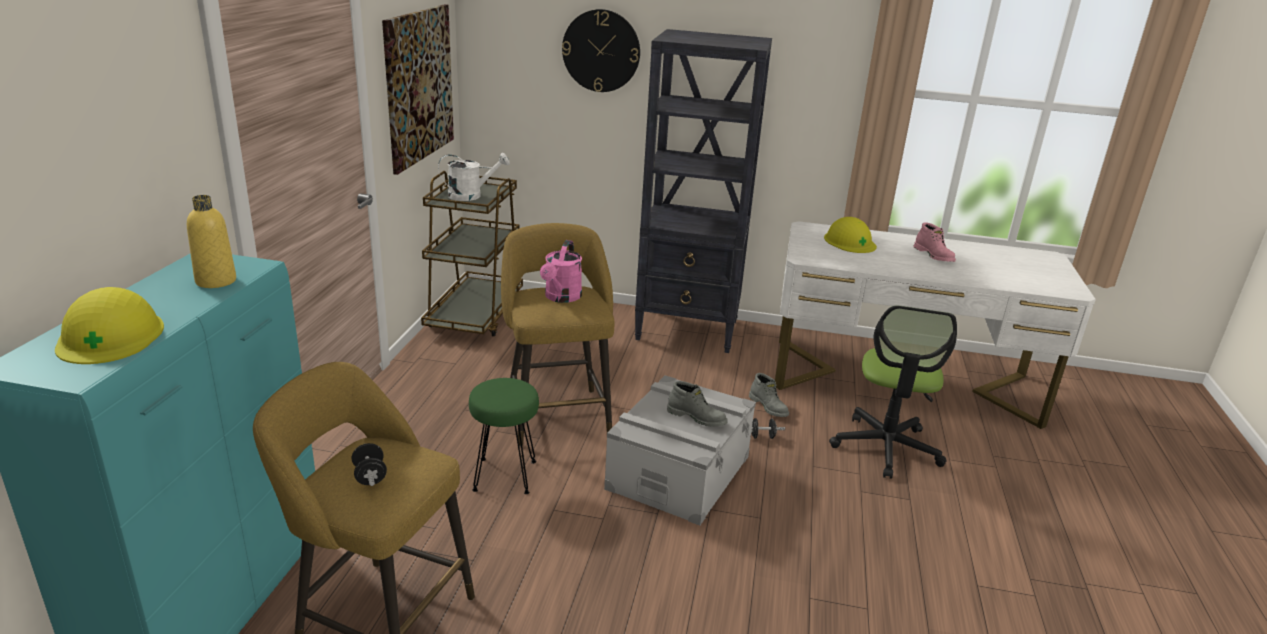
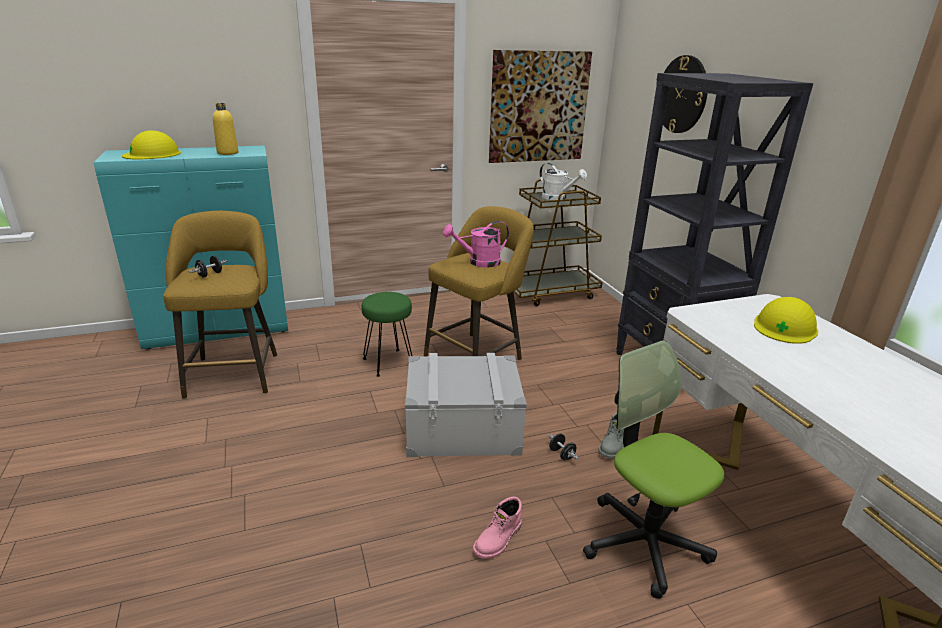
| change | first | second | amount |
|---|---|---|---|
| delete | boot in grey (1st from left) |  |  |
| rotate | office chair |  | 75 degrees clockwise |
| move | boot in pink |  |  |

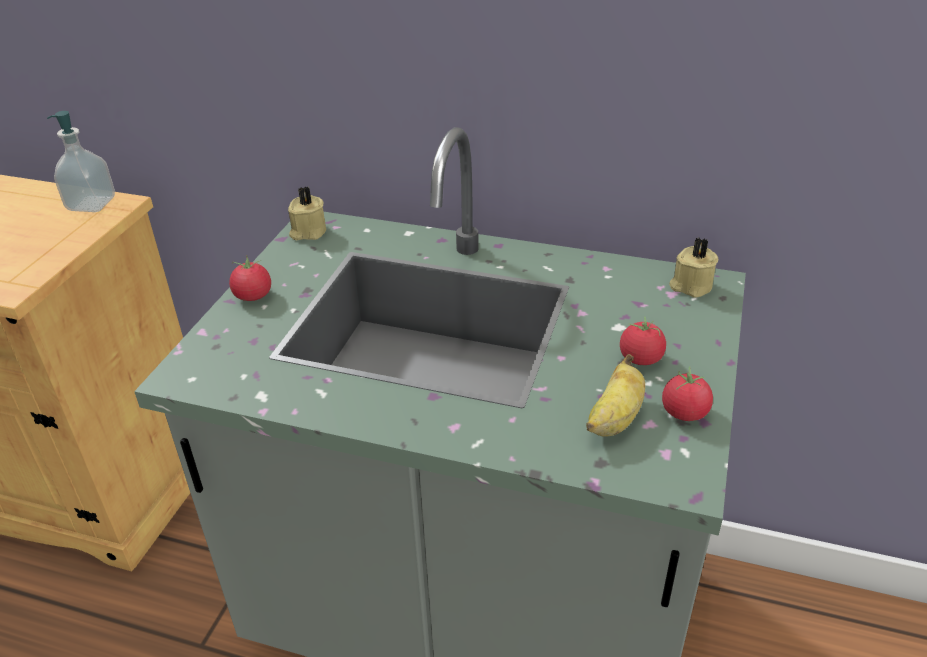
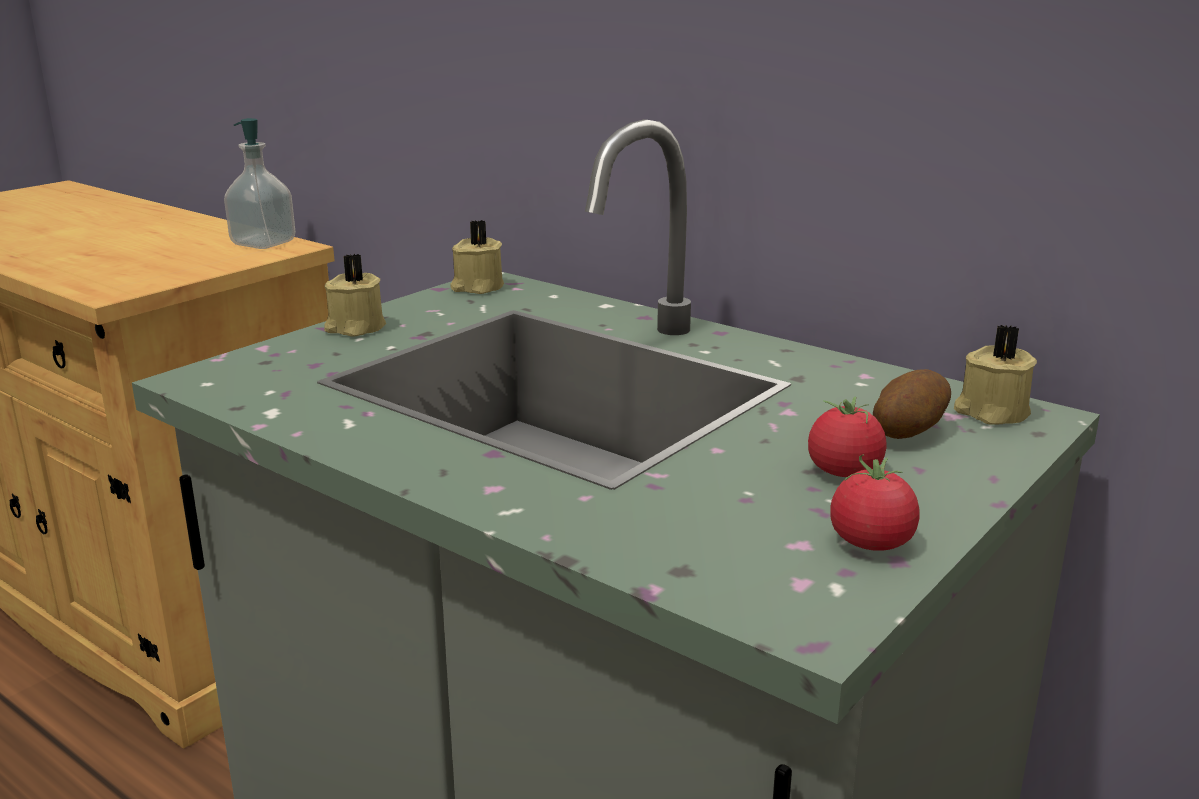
| change | first | second | amount |
|---|---|---|---|
| replace | tomato (1st from left) | candle in beige (1st from left) |  |
| delete | banana |  |  |
| insert |  | potato |  |

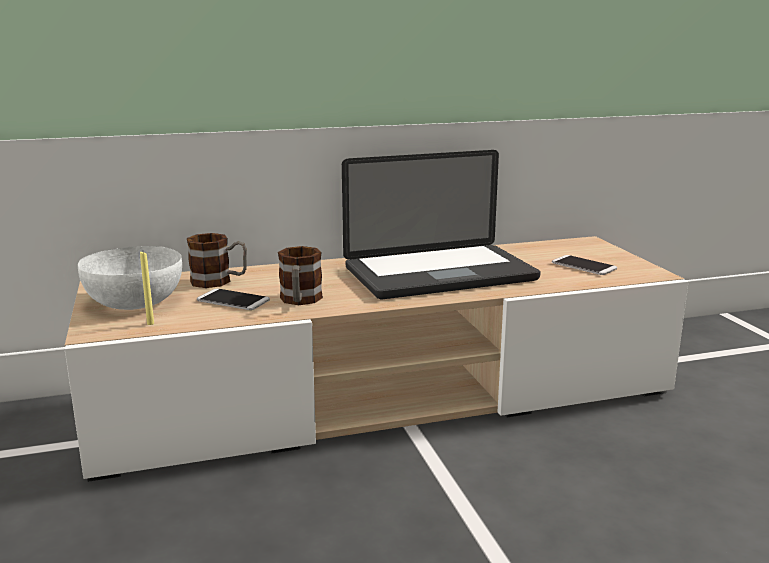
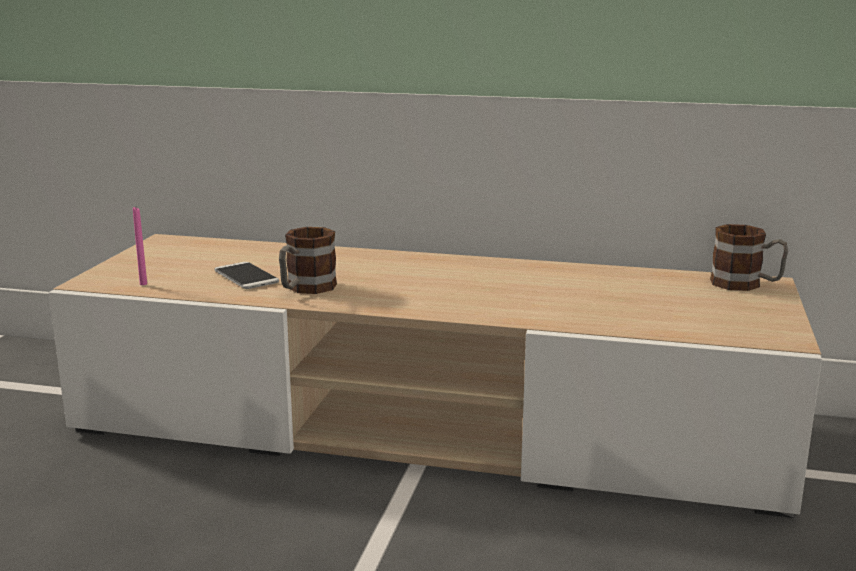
| change | first | second | amount |
|---|---|---|---|
| delete | bowl in white |  |  |
| recolor | candle in yellow | candle in pink |  |
| move | mug (1st from left in the first image) | mug (2nd from left) |  |
| delete | laptop |  |  |
| delete | phone (2nd from left) |  |  |

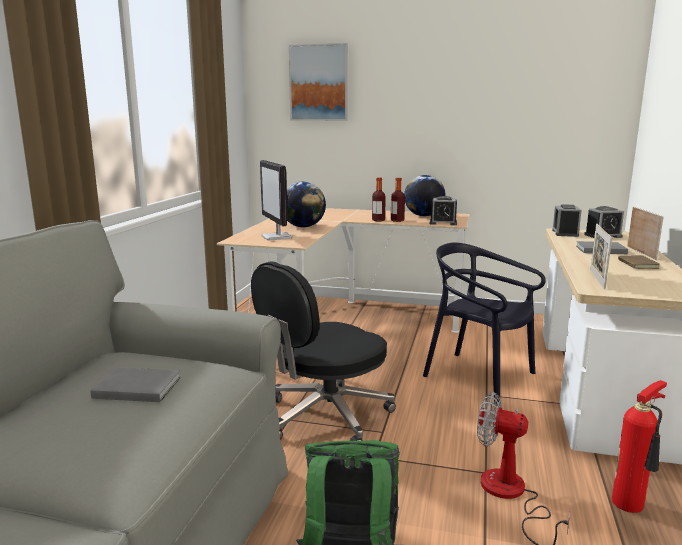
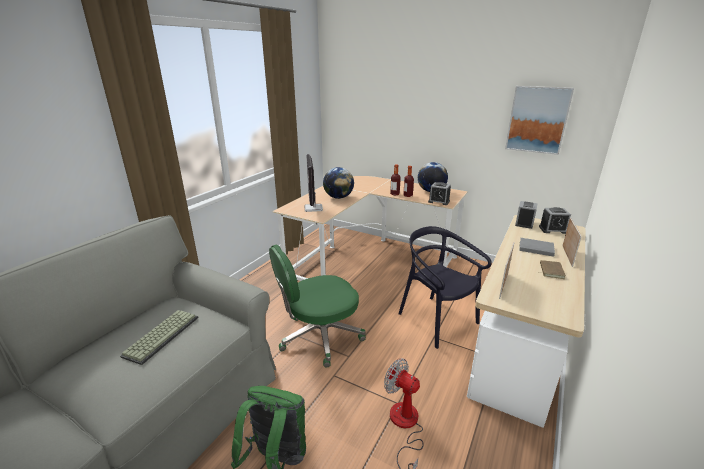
| change | first | second | amount |
|---|---|---|---|
| replace | book in grey (1st from left) | keyboard |  |
| recolor | office chair in black | office chair in green |  |
| move | picture |  |  |
| delete | fire extinguisher |  |  |

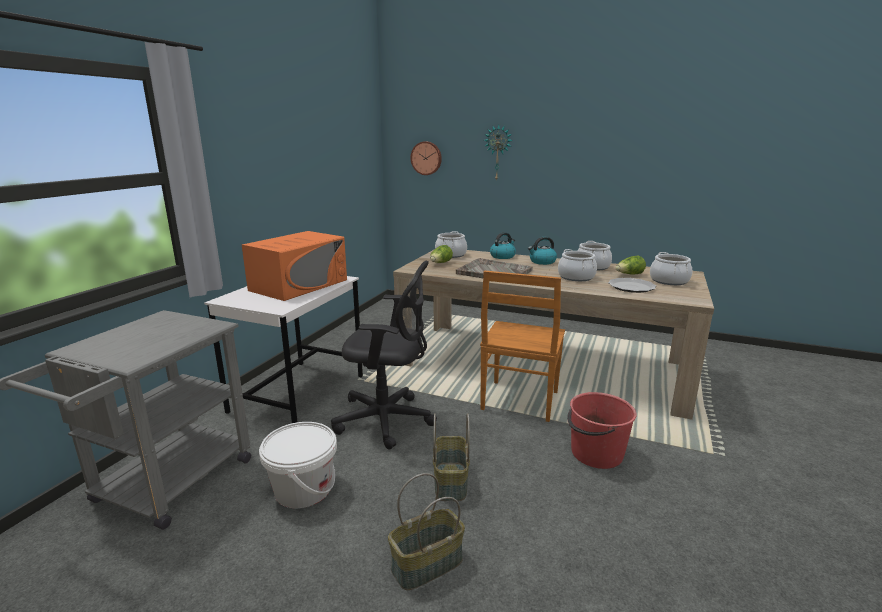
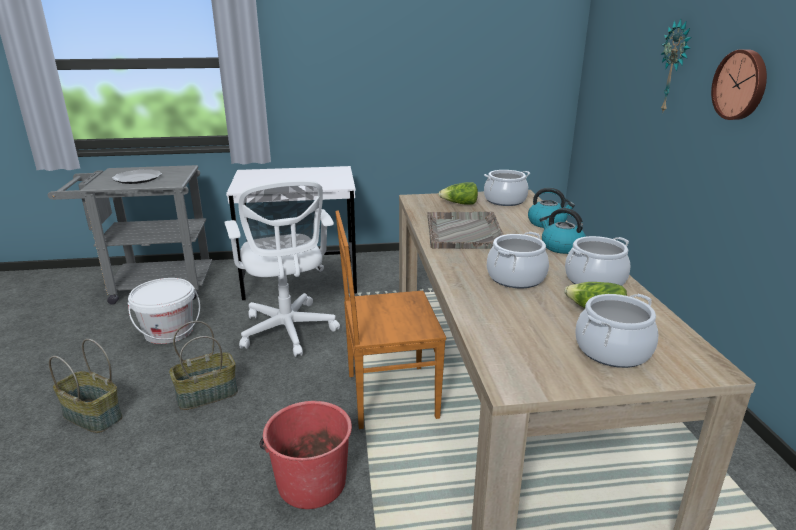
| change | first | second | amount |
|---|---|---|---|
| delete | microwave in orange |  |  |
| recolor | office chair in black | office chair in white |  |
| move | wall clock (1st from left in the first image) | wall clock (2nd from left) |  |
| move | plate |  |  |

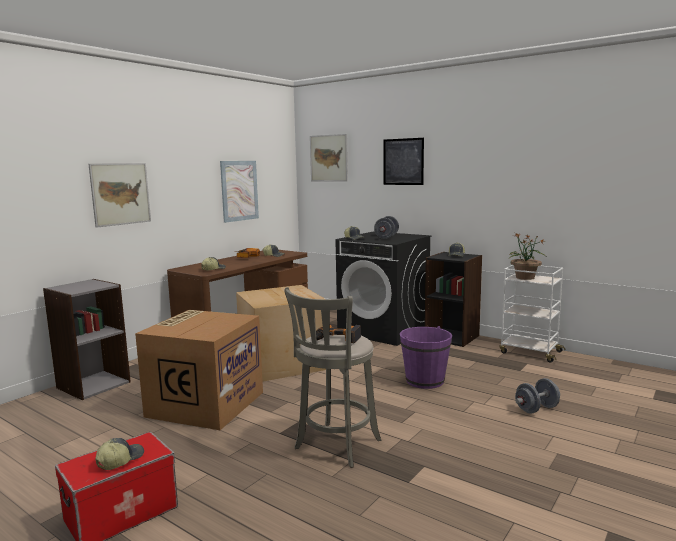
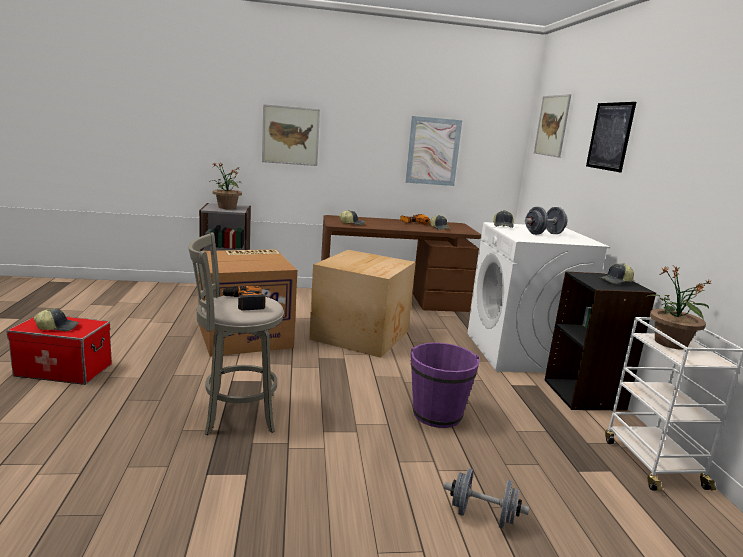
| change | first | second | amount |
|---|---|---|---|
| recolor | washing machine in black | washing machine in white |  |
| insert |  | potted plant (1st from left) |  |

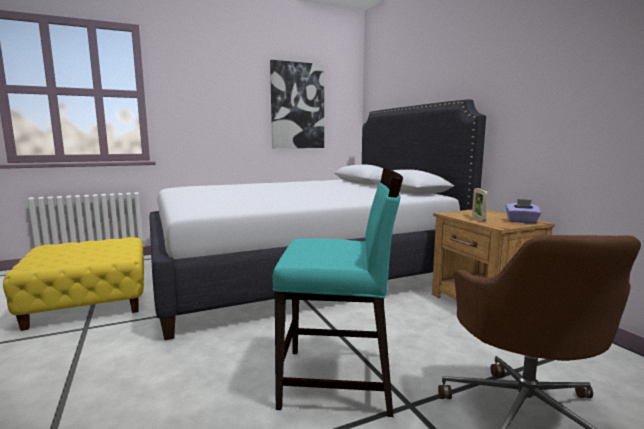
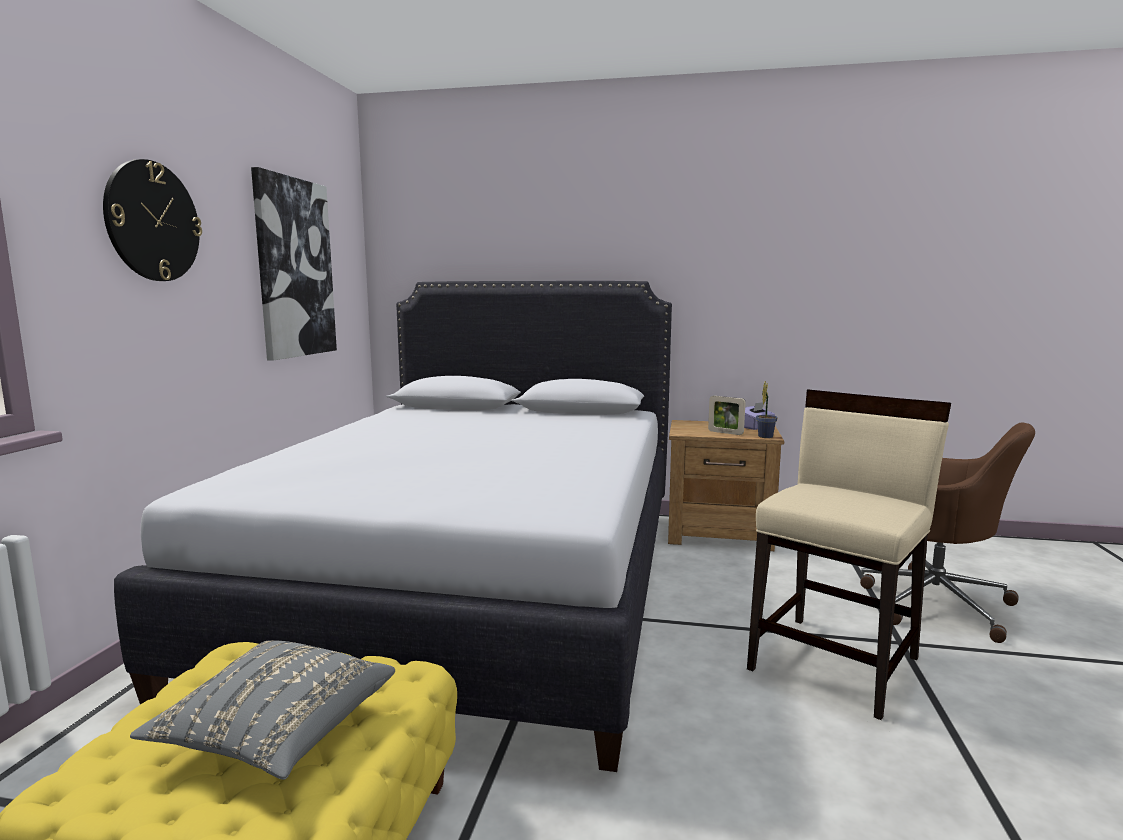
| change | first | second | amount |
|---|---|---|---|
| recolor | chair in turquoise | chair in beige |  |
| insert |  | wall clock |  |
| insert |  | pillow in grey |  |
| insert |  | potted plant |  |

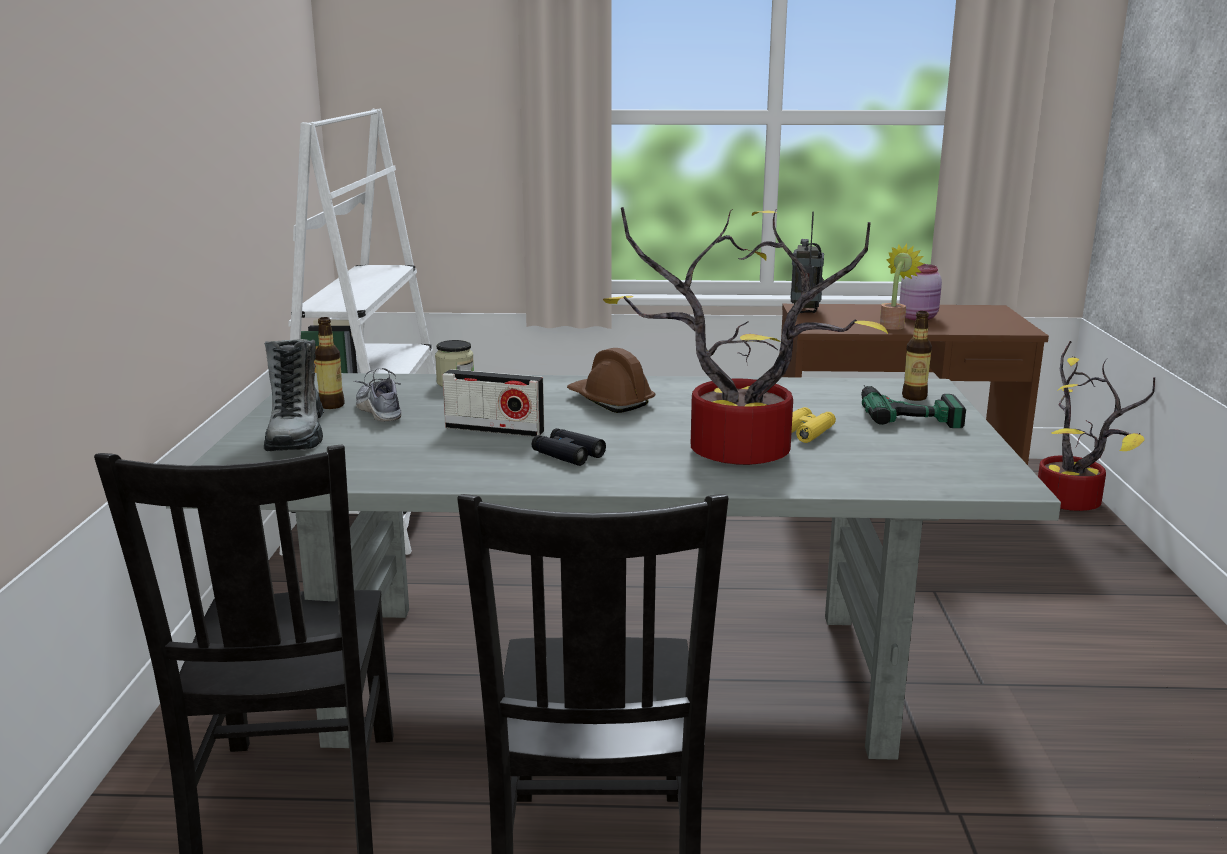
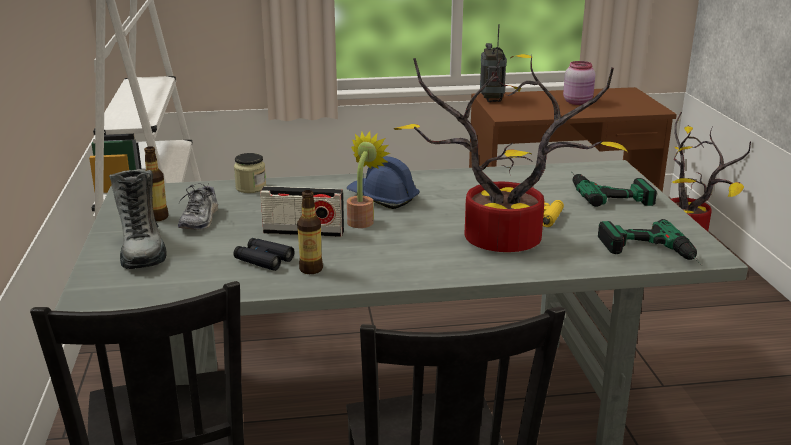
| change | first | second | amount |
|---|---|---|---|
| rotate | shoe |  | 135 degrees counterclockwise |
| move | binoculars in black |  |  |
| recolor | hard hat in brown | hard hat in blue |  |
| move | potted plant (2nd from left in the first image) | potted plant (1st from left) |  |
| move | bottle (2nd from left) |  |  |
| insert |  | power drill (2nd from left) |  |

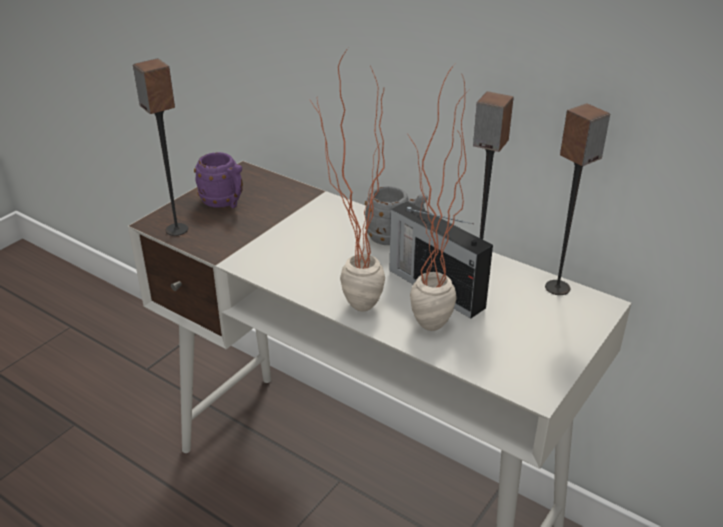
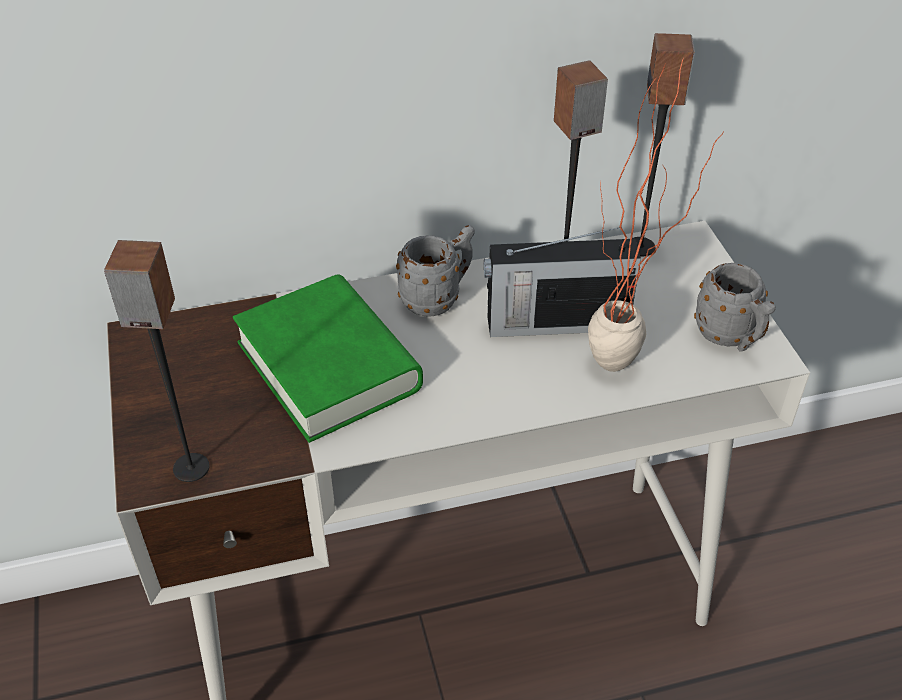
| change | first | second | amount |
|---|---|---|---|
| delete | mug in purple |  |  |
| delete | potted plant (1st from left) |  |  |
| insert |  | book in green |  |
| insert |  | mug in grey (2nd from left) |  |

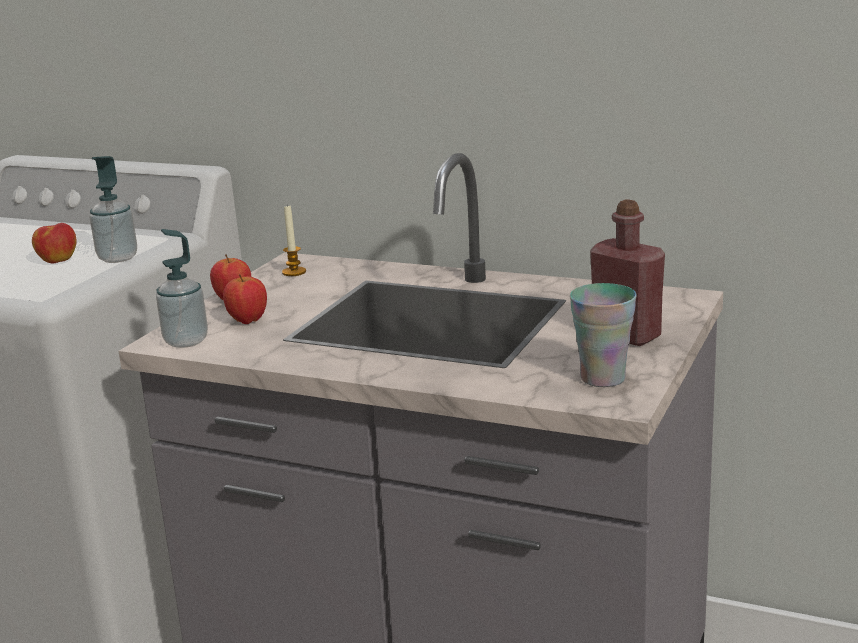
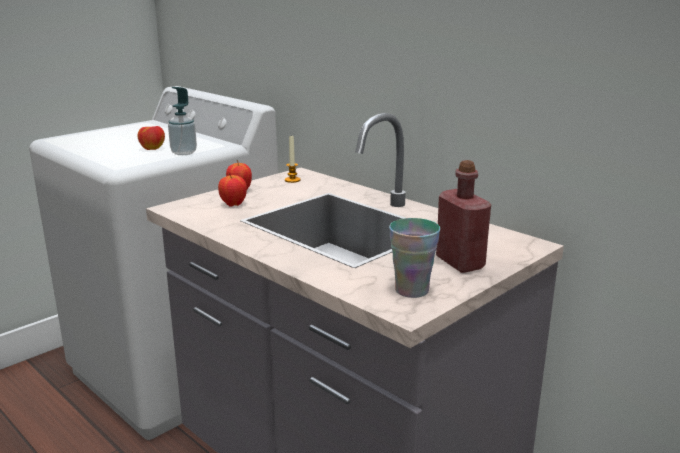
| change | first | second | amount |
|---|---|---|---|
| delete | soap dispenser (2nd from left) |  |  |

